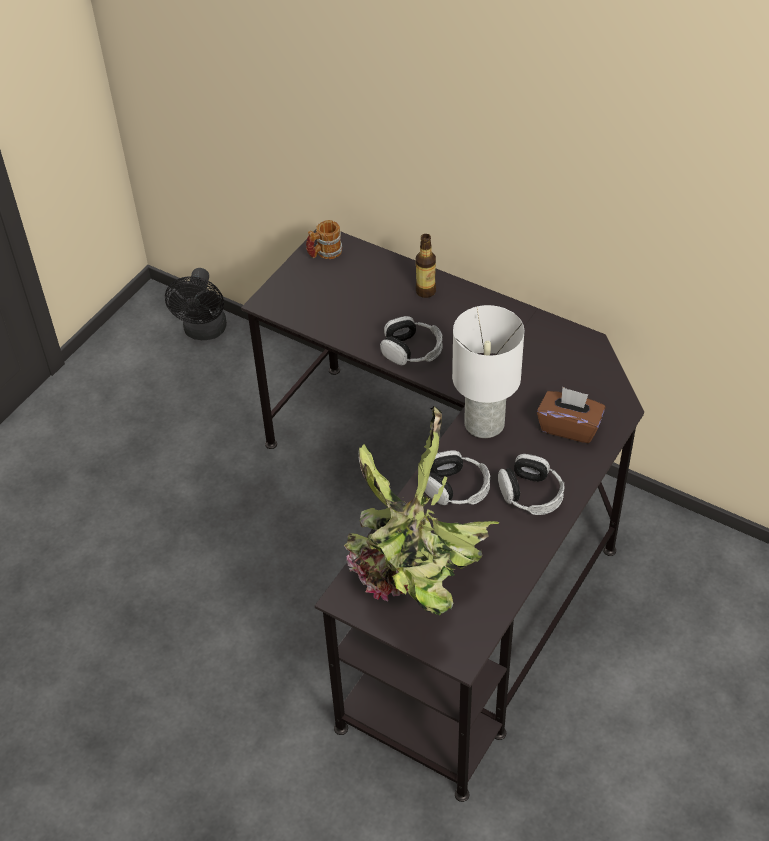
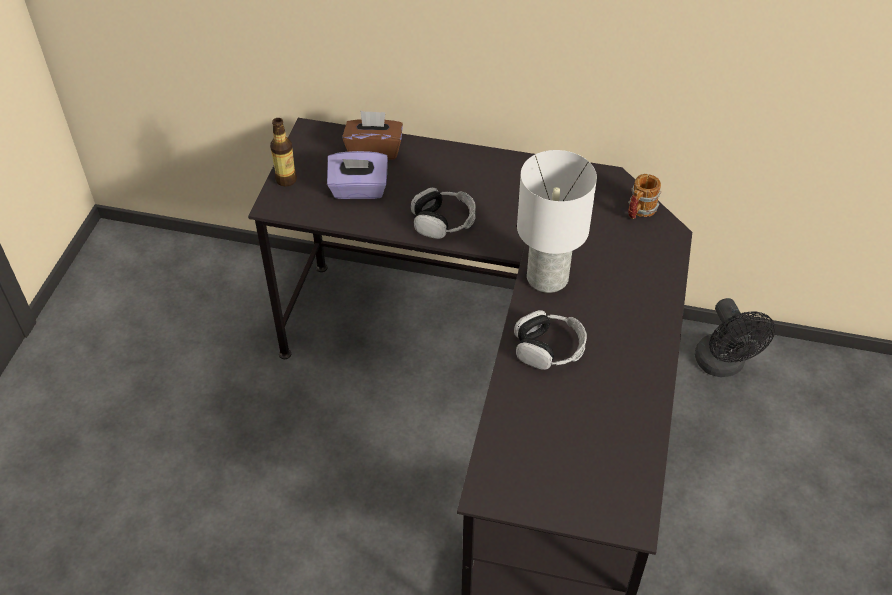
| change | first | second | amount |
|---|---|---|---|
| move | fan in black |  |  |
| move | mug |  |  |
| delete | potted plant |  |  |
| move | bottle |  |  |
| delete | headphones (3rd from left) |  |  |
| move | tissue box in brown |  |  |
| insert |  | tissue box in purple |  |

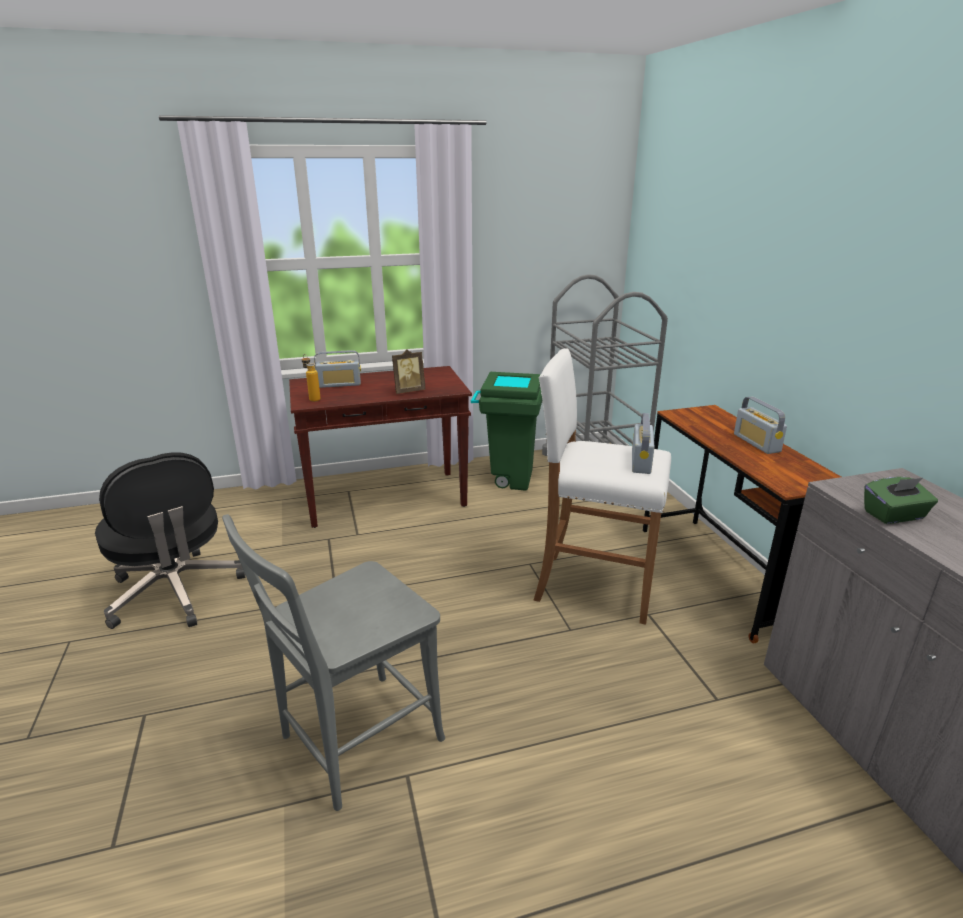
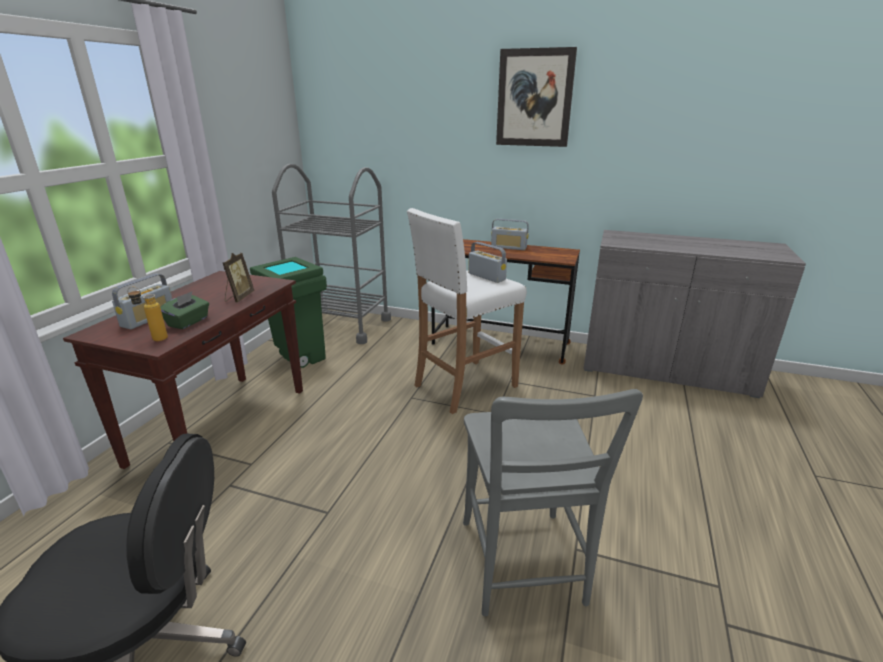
| change | first | second | amount |
|---|---|---|---|
| move | tissue box in green |  |  |
| insert |  | picture |  |

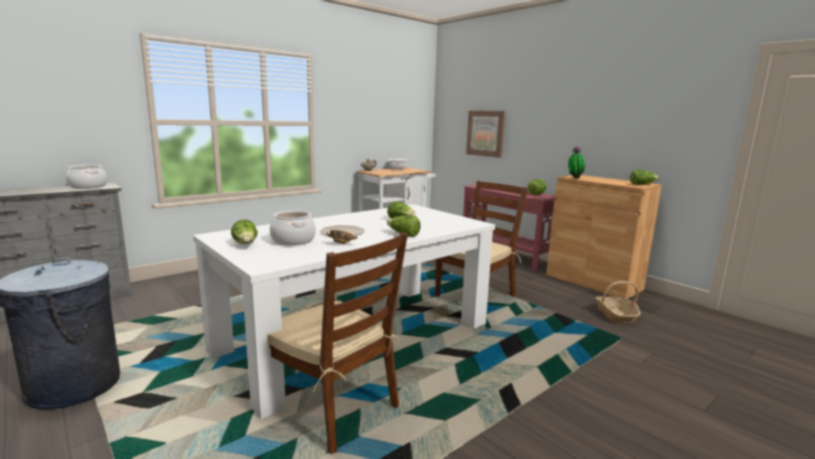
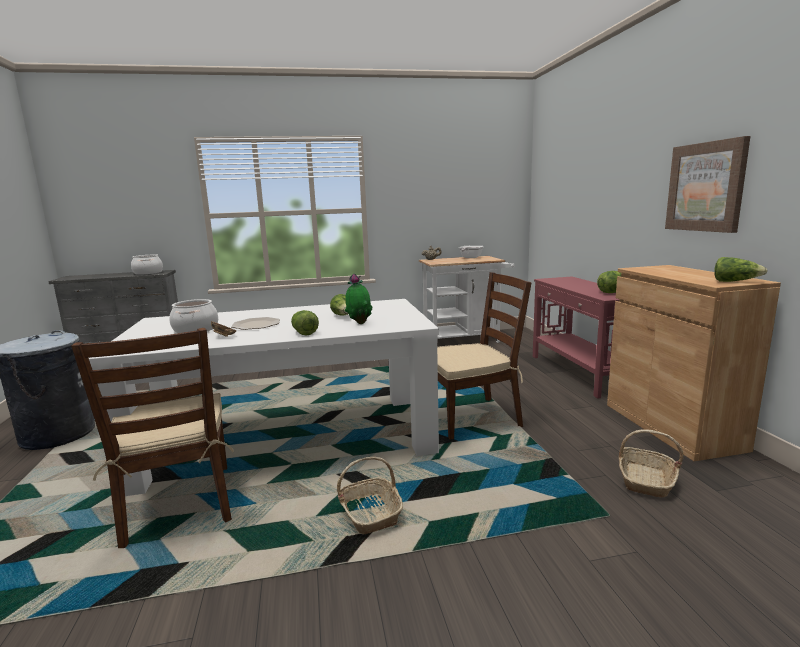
| change | first | second | amount |
|---|---|---|---|
| delete | lettuce (1st from left) |  |  |
| move | picture |  |  |
| move | potted plant |  |  |
| insert |  | basket (1st from left) |  |

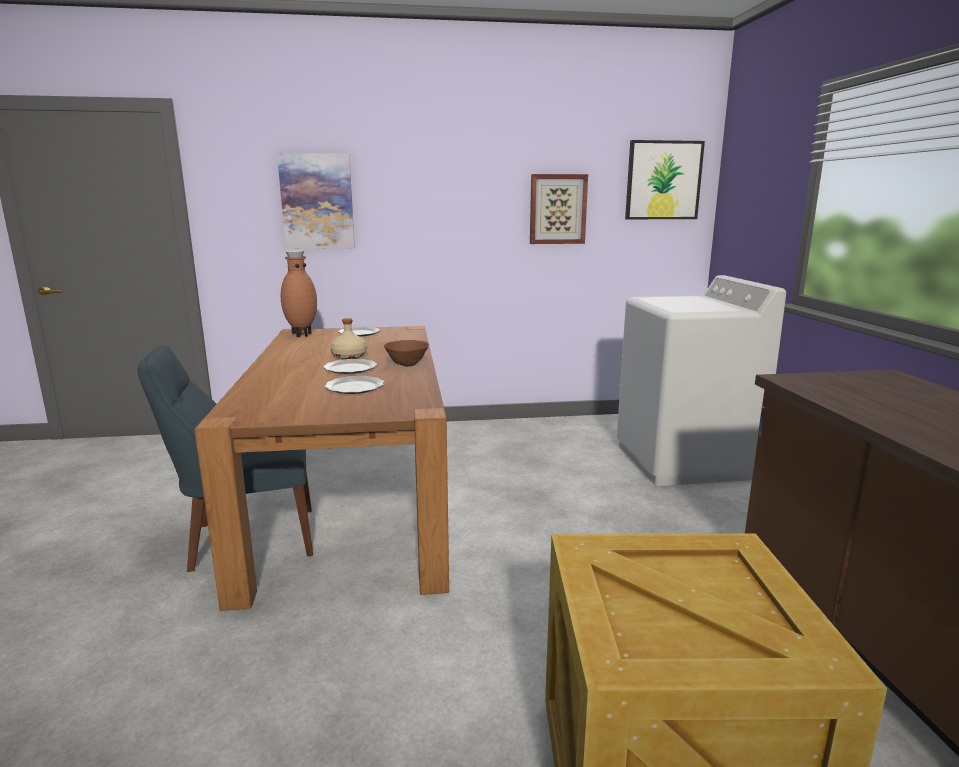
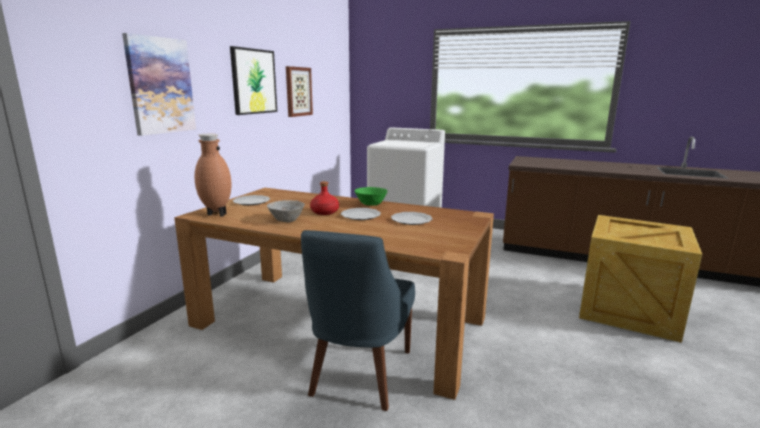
| change | first | second | amount |
|---|---|---|---|
| recolor | bottle in beige | bottle in red |  |
| recolor | bowl in brown | bowl in green |  |
| move | picture (3rd from left in the first image) | picture (2nd from left) |  |
| insert |  | bowl in grey |  |

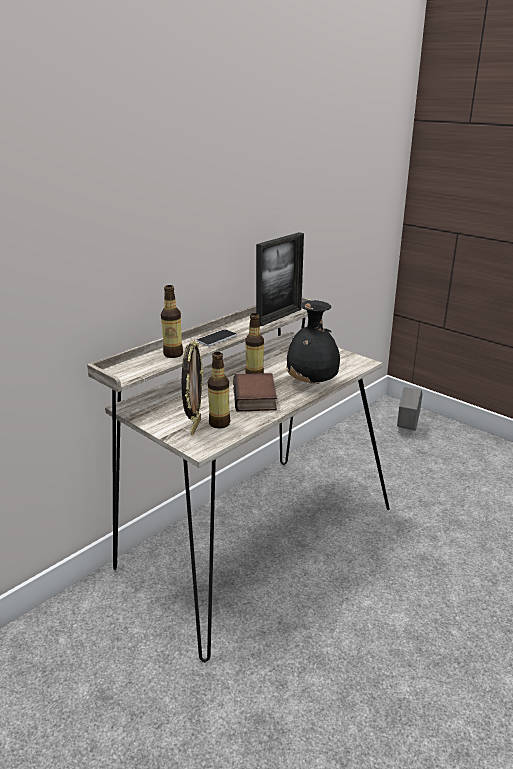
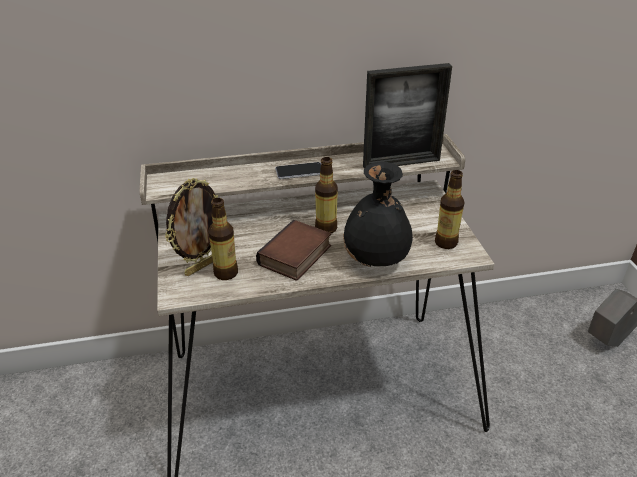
| change | first | second | amount |
|---|---|---|---|
| move | bottle (1st from left in the first image) | bottle (3rd from left) |  |

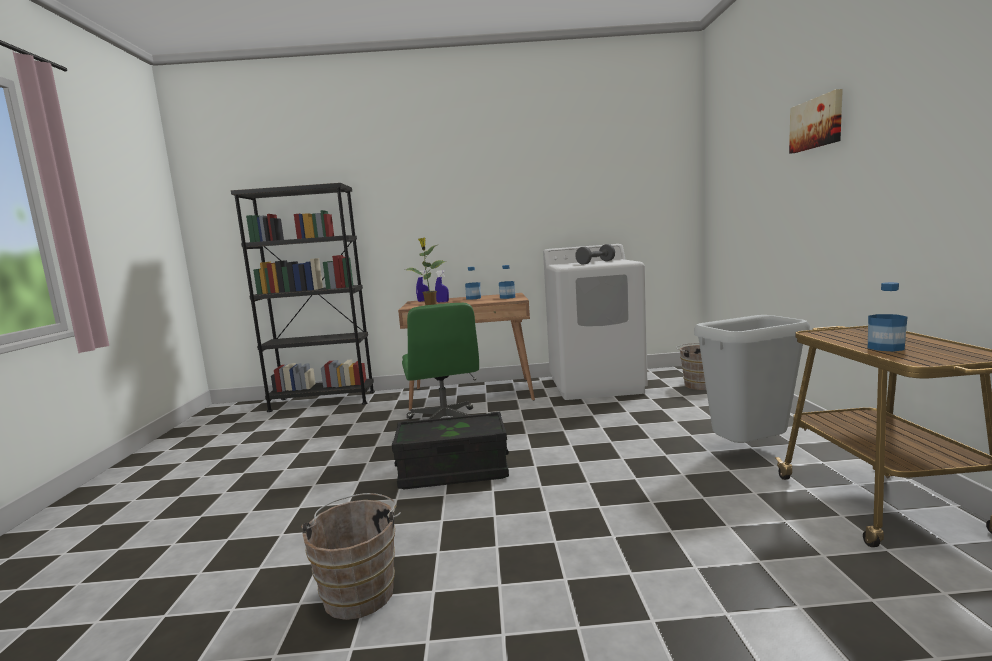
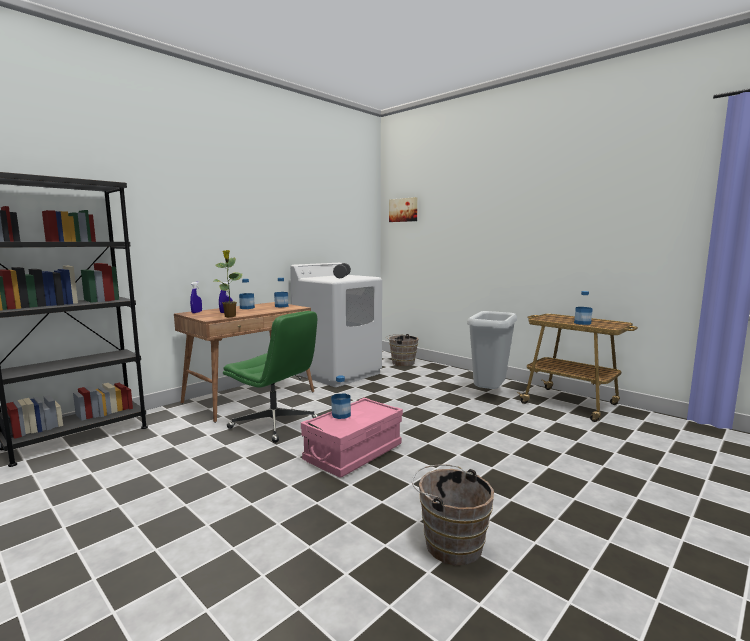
| change | first | second | amount |
|---|---|---|---|
| recolor | storage box in black | storage box in pink |  |
| move | picture |  |  |
| insert |  | bottle (3rd from left) |  |

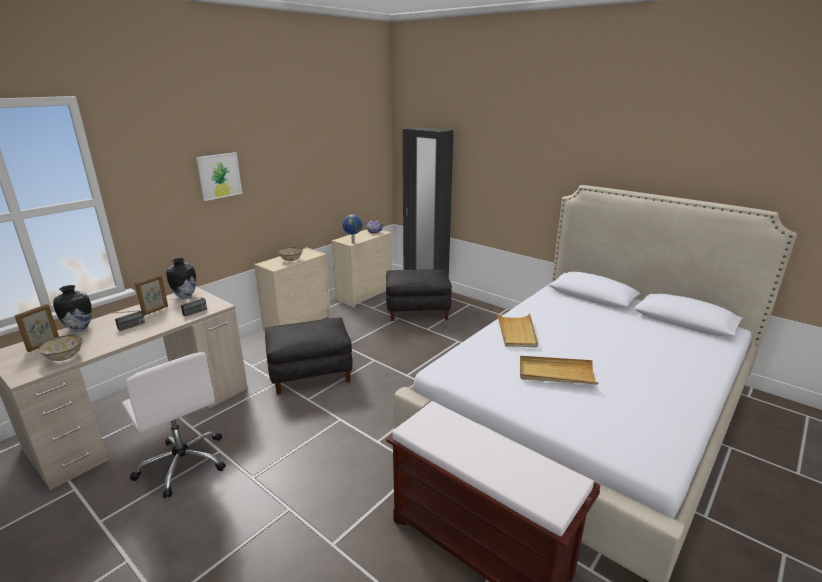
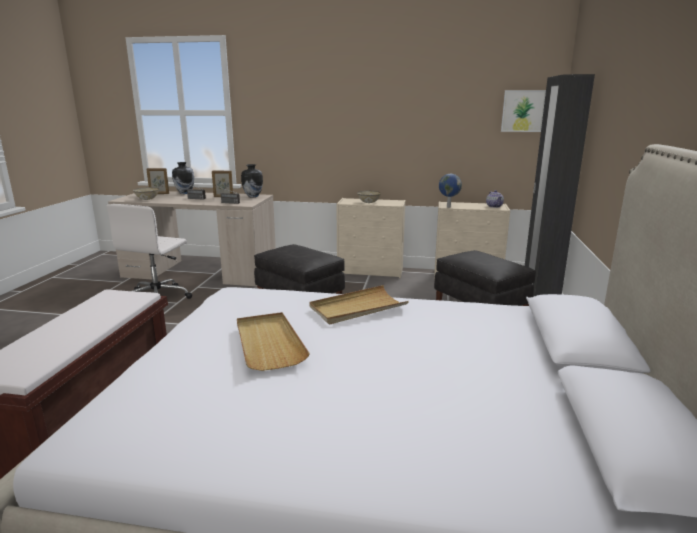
| change | first | second | amount |
|---|---|---|---|
| move | picture |  |  |

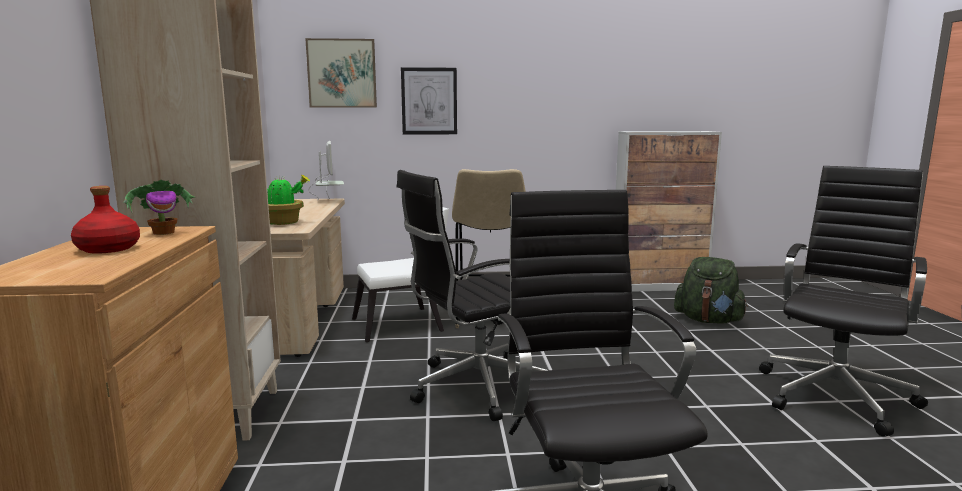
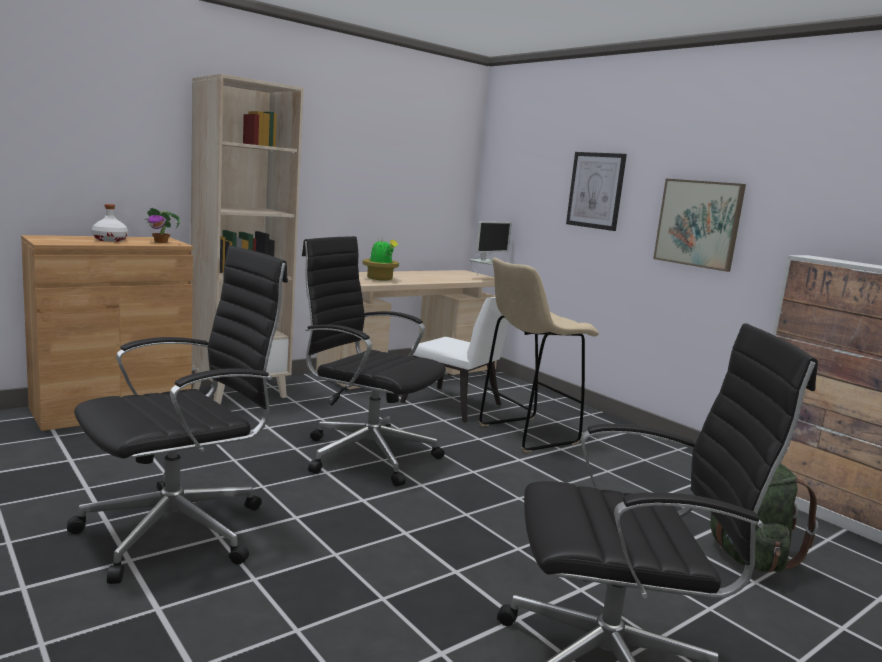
| change | first | second | amount |
|---|---|---|---|
| recolor | bottle in red | bottle in white |  |
| move | picture (1st from left in the first image) | picture (2nd from left) |  |

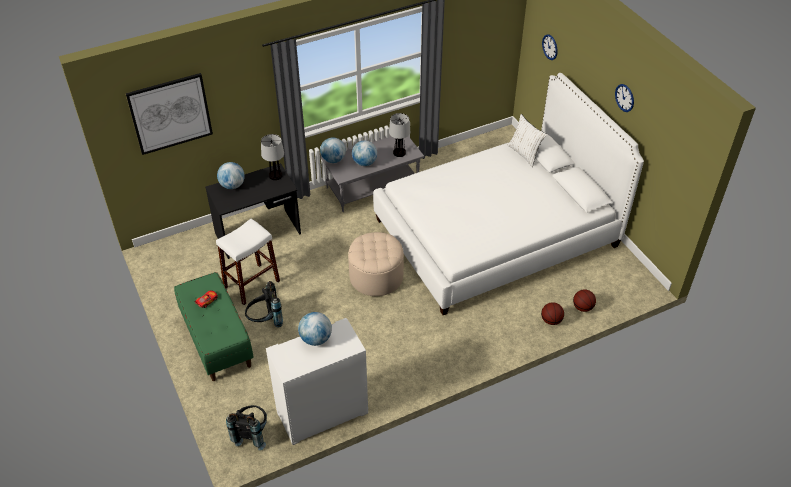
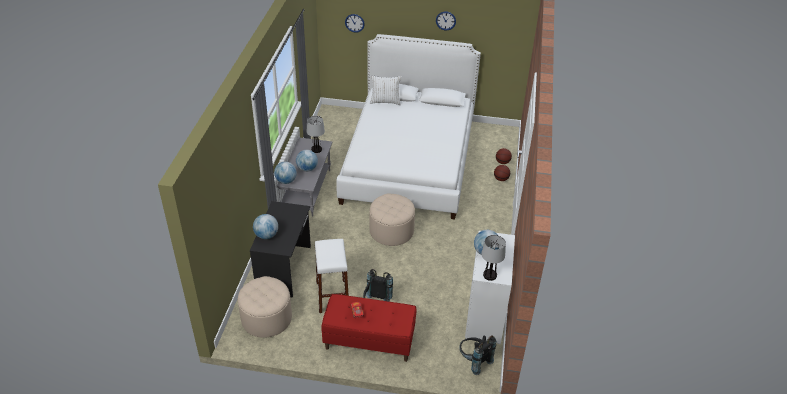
| change | first | second | amount |
|---|---|---|---|
| delete | picture |  |  |
| recolor | bench in green | bench in red |  |
| move | table lamp (1st from left in the first image) | table lamp (2nd from left) |  |
| insert |  | ottoman in beige (1st from left) |  |

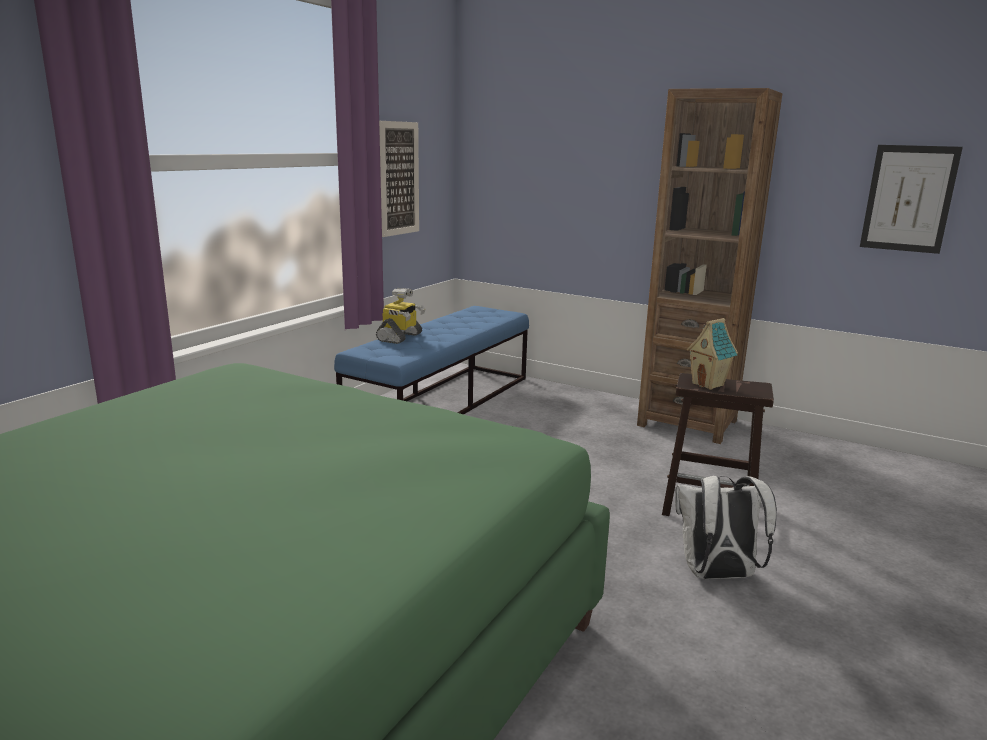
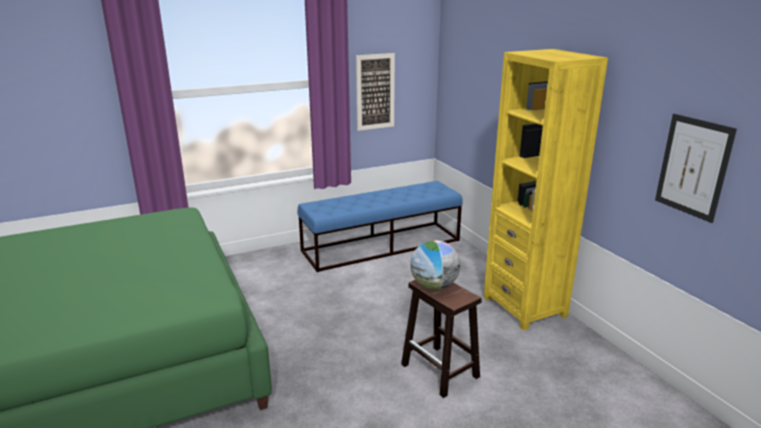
| change | first | second | amount |
|---|---|---|---|
| delete | toy robot |  |  |
| recolor | bookcase in brown | bookcase in yellow |  |
| delete | backpack in white |  |  |
| replace | toy house | globe |  |

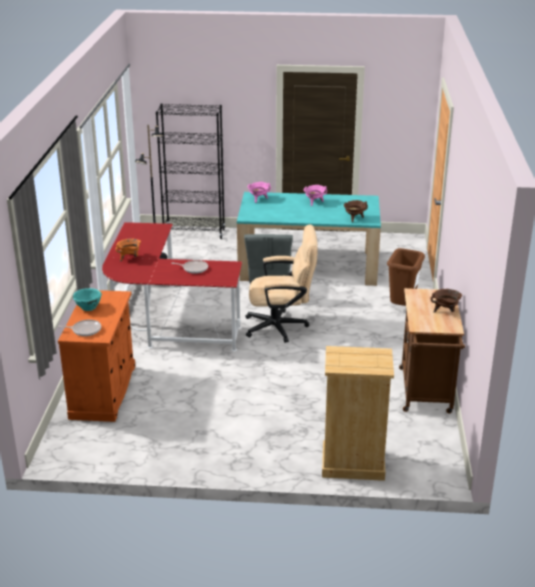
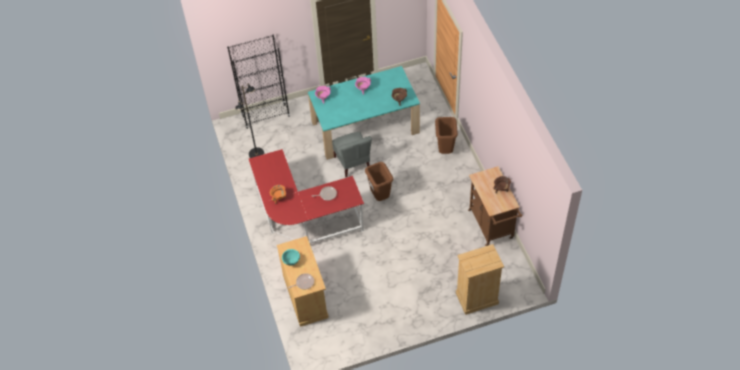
| change | first | second | amount |
|---|---|---|---|
| recolor | cabinet in orange | cabinet in beige |  |
| replace | office chair in beige | trash can in brown (1st from left) |  |

